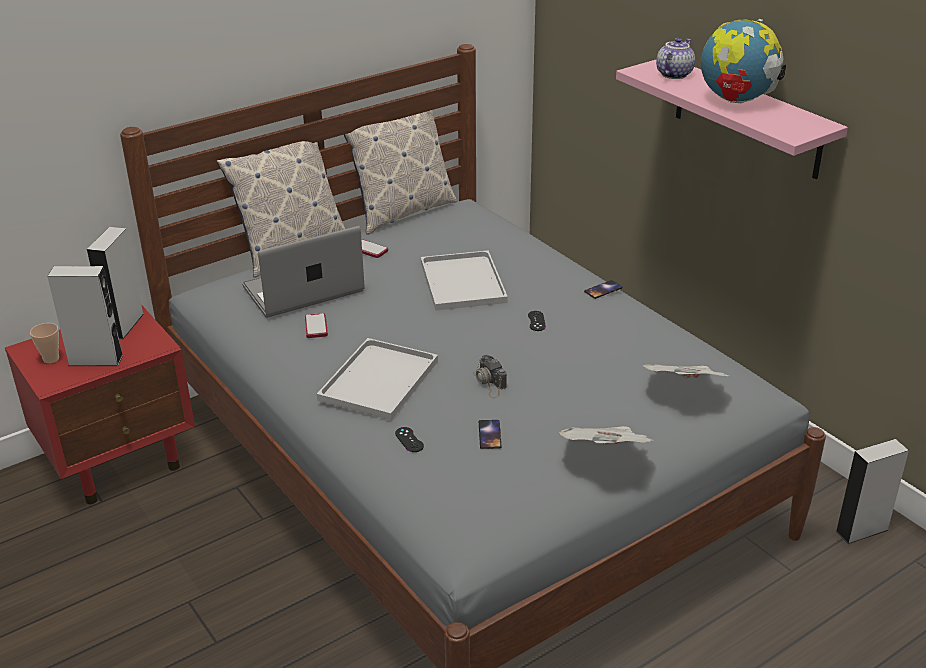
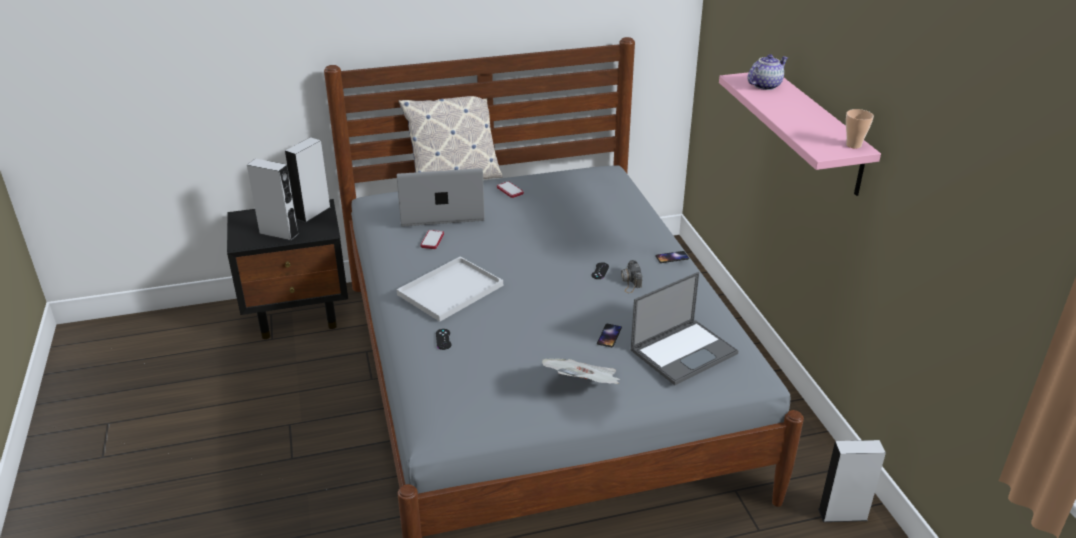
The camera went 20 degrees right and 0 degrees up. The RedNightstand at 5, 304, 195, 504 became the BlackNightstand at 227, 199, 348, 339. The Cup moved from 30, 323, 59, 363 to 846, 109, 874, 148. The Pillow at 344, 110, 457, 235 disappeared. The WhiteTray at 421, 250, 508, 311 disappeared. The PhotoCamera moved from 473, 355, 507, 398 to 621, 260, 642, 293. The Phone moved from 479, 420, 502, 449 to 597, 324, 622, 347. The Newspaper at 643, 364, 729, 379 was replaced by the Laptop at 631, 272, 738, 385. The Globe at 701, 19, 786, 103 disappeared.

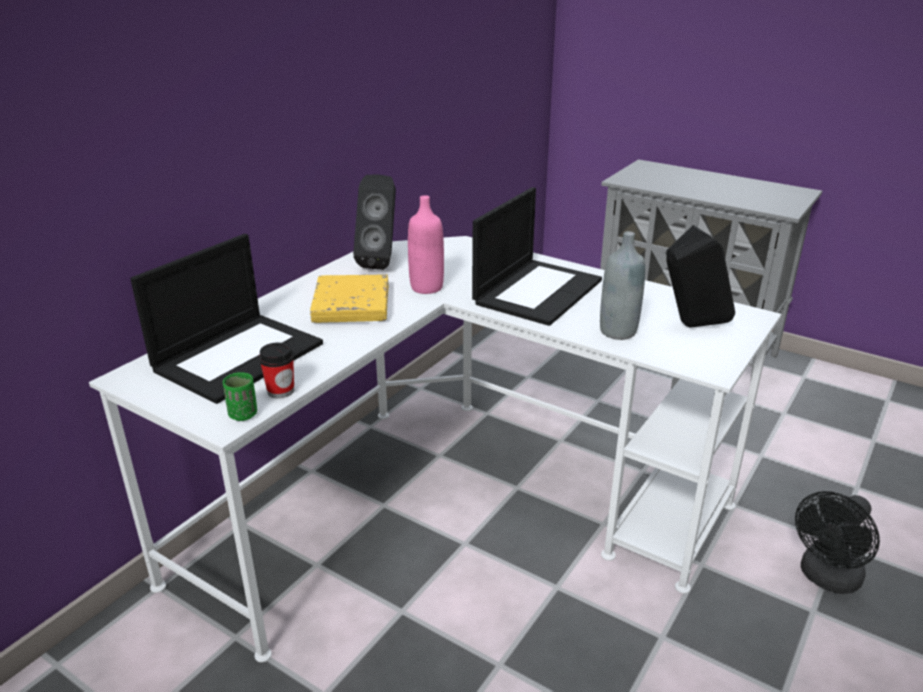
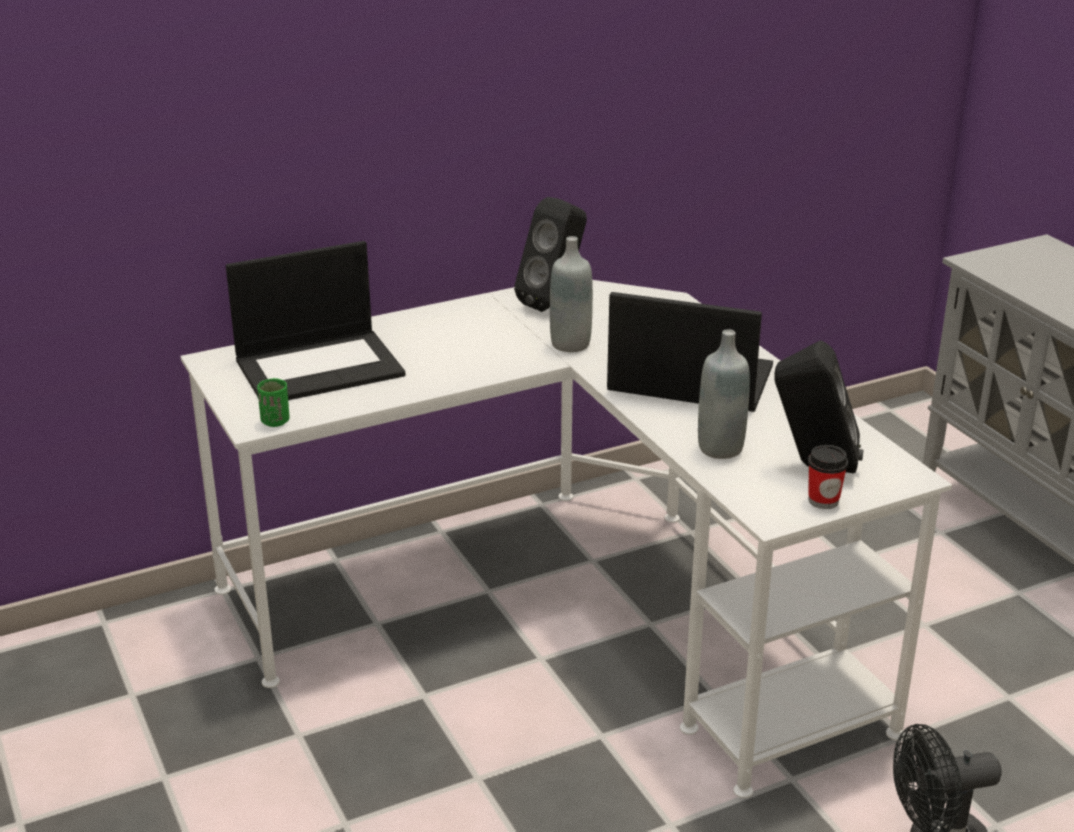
The camera went 30 degrees right and 0 degrees up. The Cup moved from 259, 342, 294, 398 to 808, 445, 848, 509. The YellowBook at 310, 274, 389, 323 disappeared. The PinkBottle at 408, 195, 444, 294 became the GreyBottle at 550, 236, 593, 352. The Laptop at 472, 187, 602, 326 turned 135 degrees counterclockwise.

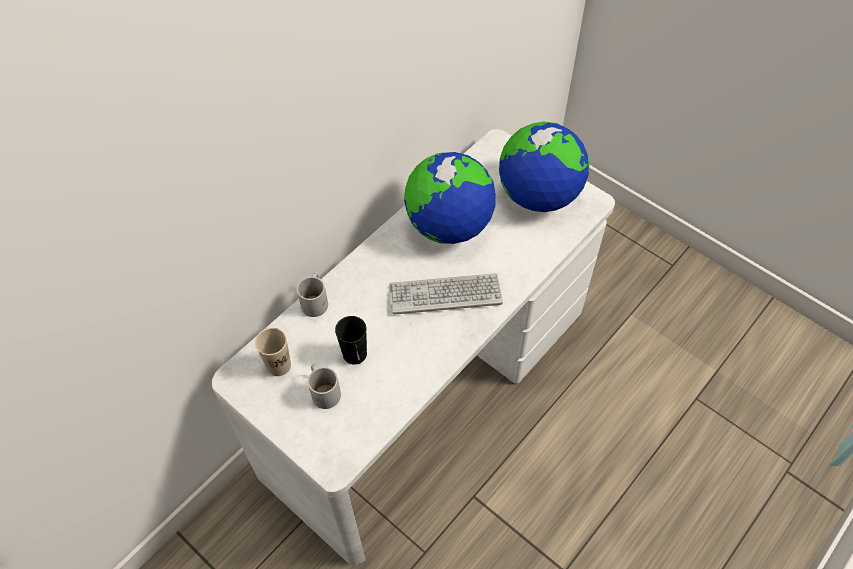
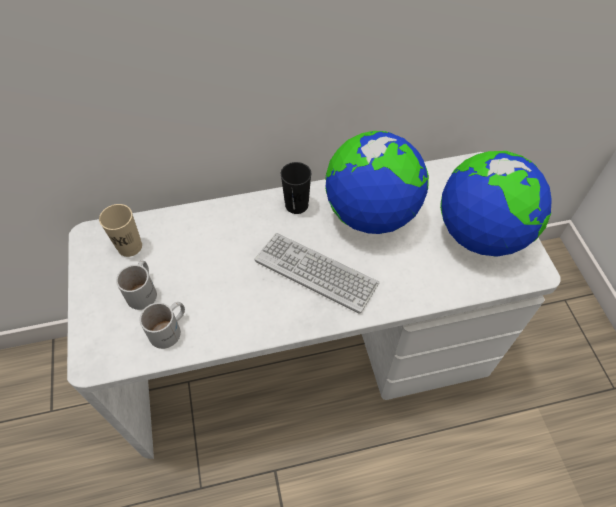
The camera went 35 degrees right and 0 degrees up. The WhiteMug moved from 297, 273, 328, 317 to 139, 302, 185, 349. The BlackCup moved from 335, 316, 367, 365 to 281, 162, 311, 214.

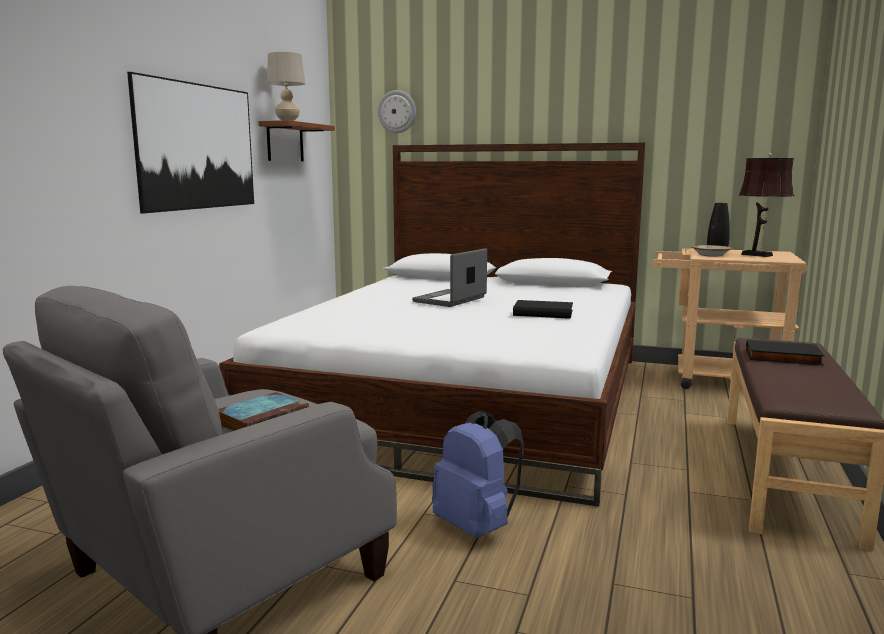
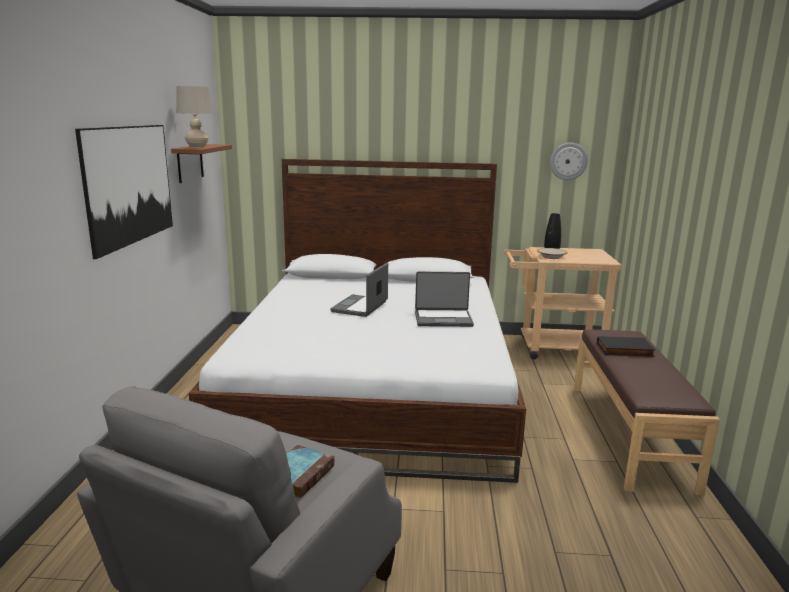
The camera went 15 degrees left and 5 degrees up. The WallClock moved from 378, 90, 416, 133 to 550, 143, 588, 180. The BlueBackpack at 432, 411, 524, 538 disappeared. The BlackBook at 513, 300, 573, 319 was replaced by the Laptop at 415, 271, 474, 327. The BrownTableLamp at 739, 153, 794, 257 disappeared.

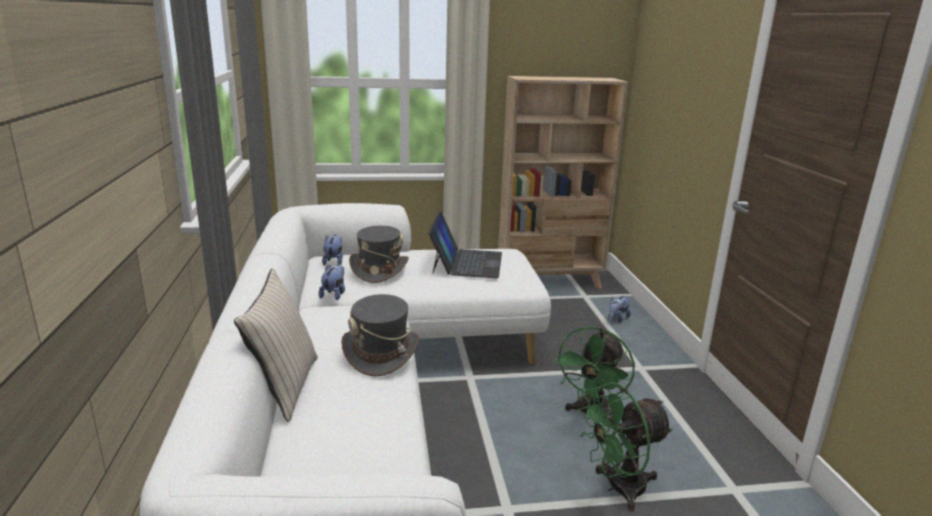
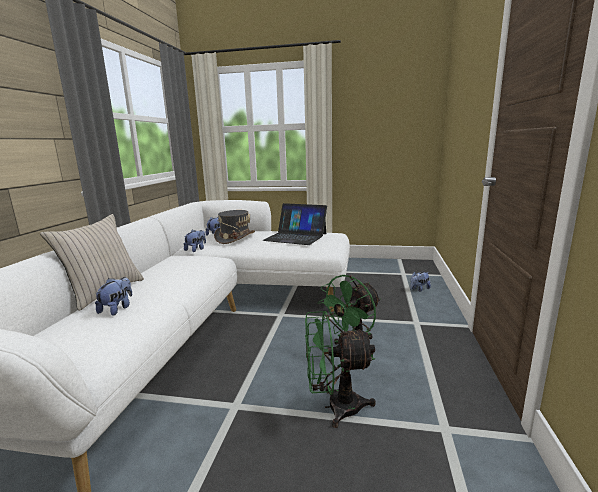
The camera went 20 degrees right and 5 degrees down. The GreyHat at 341, 294, 419, 377 disappeared. The Laptop at 428, 211, 502, 278 turned 90 degrees clockwise. The BeigeBookcase at 498, 76, 628, 289 disappeared. The PlushToy at 95, 277, 132, 316 appeared.

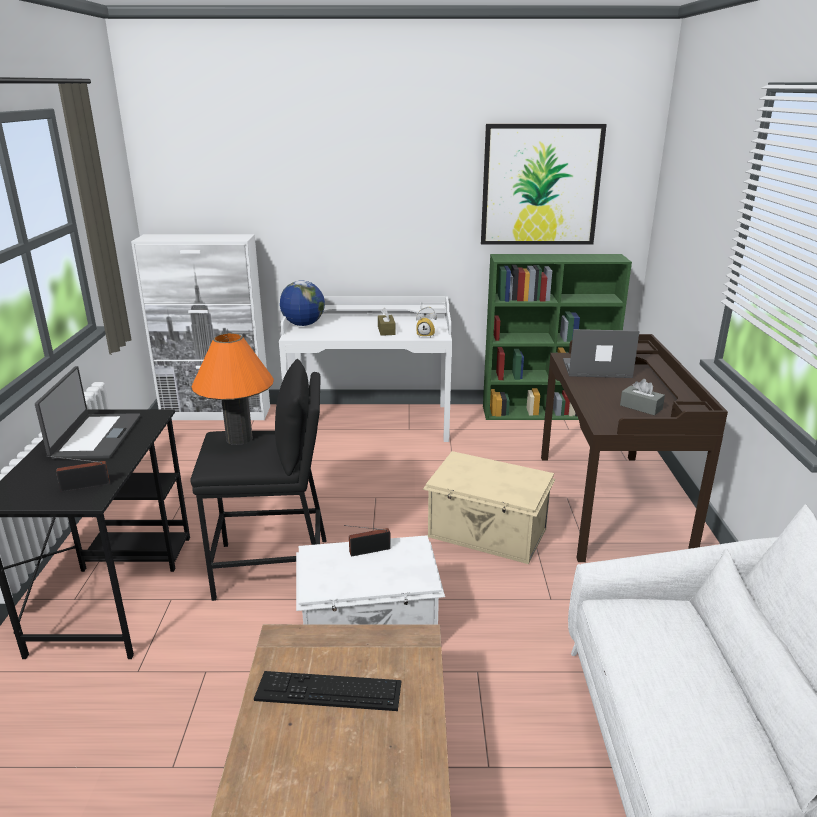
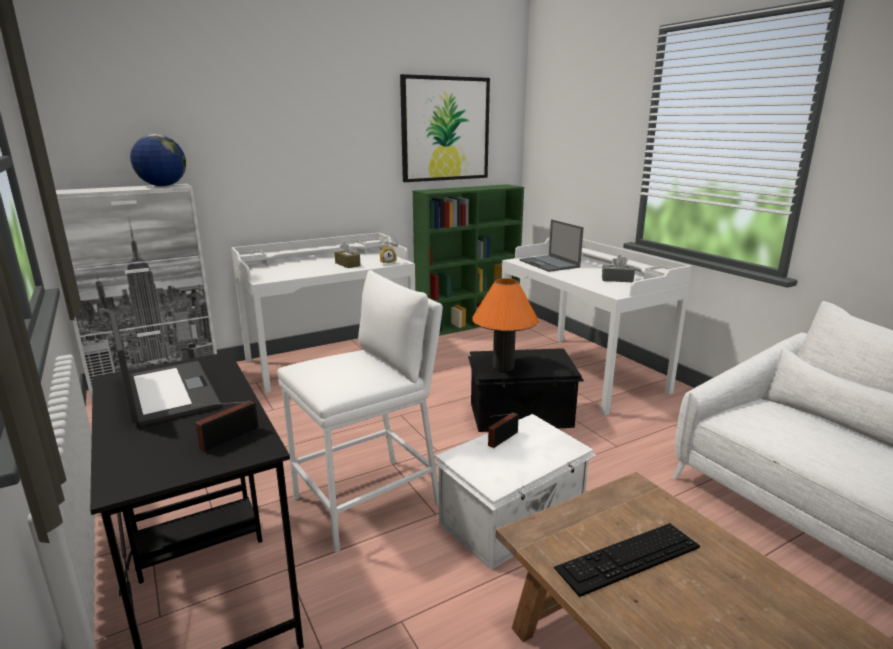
The camera went 30 degrees left and 5 degrees down. The BlackStool at 190, 359, 327, 601 became the WhiteStool at 277, 270, 443, 553. The OrangeTableLamp moved from 191, 333, 274, 445 to 472, 278, 538, 371. The Globe moved from 280, 280, 325, 326 to 130, 134, 186, 186. The BeigeStorageBox at 423, 451, 555, 564 became the BlackStorageBox at 468, 348, 584, 432. The BrownDesk at 541, 334, 728, 562 became the WhiteDesk at 502, 238, 692, 416. The Laptop at 563, 329, 640, 378 turned 90 degrees counterclockwise.

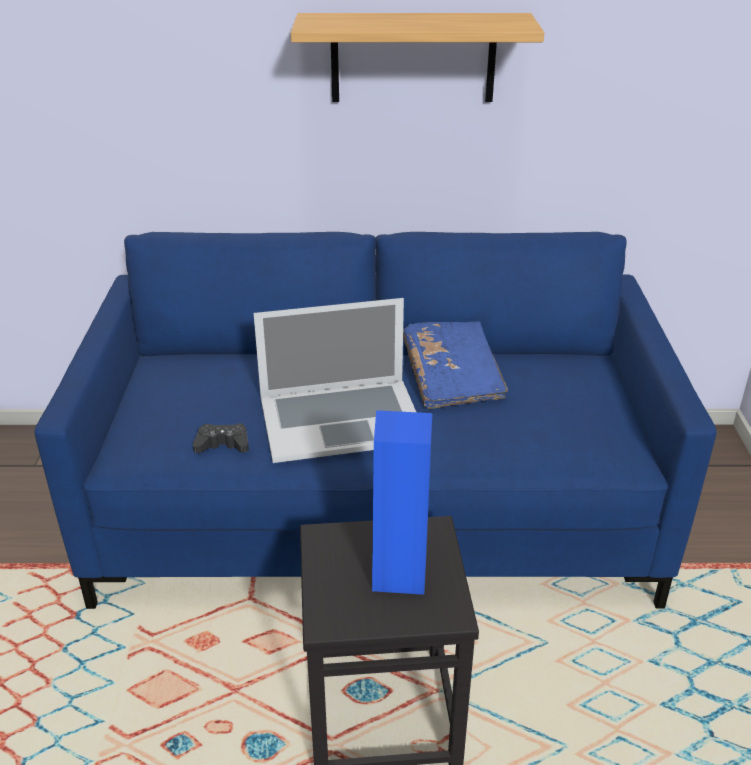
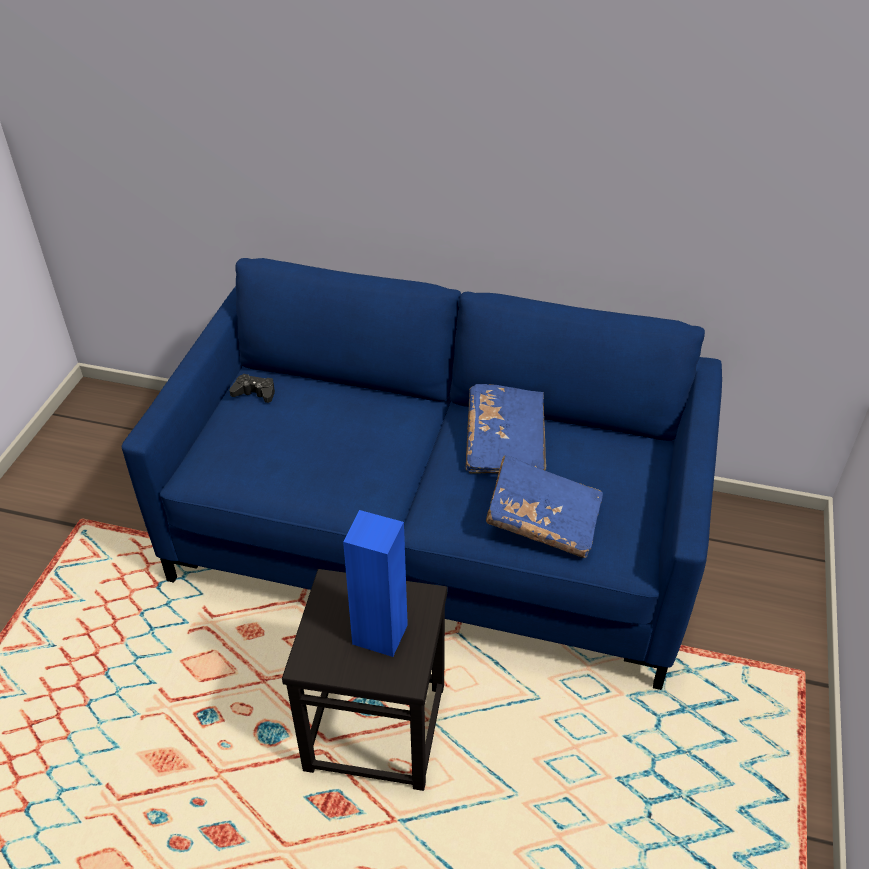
The camera went 15 degrees right and 10 degrees up. The BlackGameController moved from 193, 424, 249, 453 to 229, 374, 275, 403. The Laptop at 253, 298, 416, 463 disappeared. The Shelf at 291, 13, 544, 102 disappeared. The BlueBook at 486, 455, 603, 558 appeared.

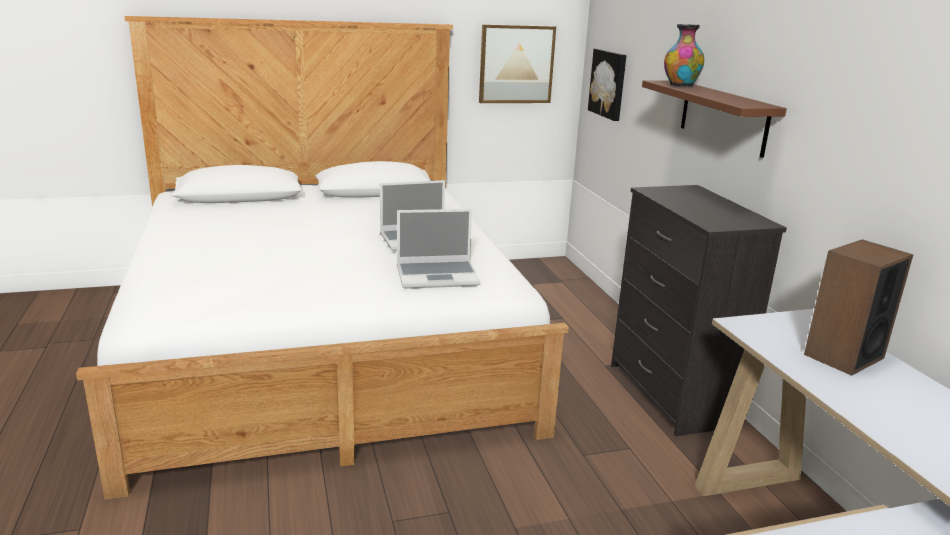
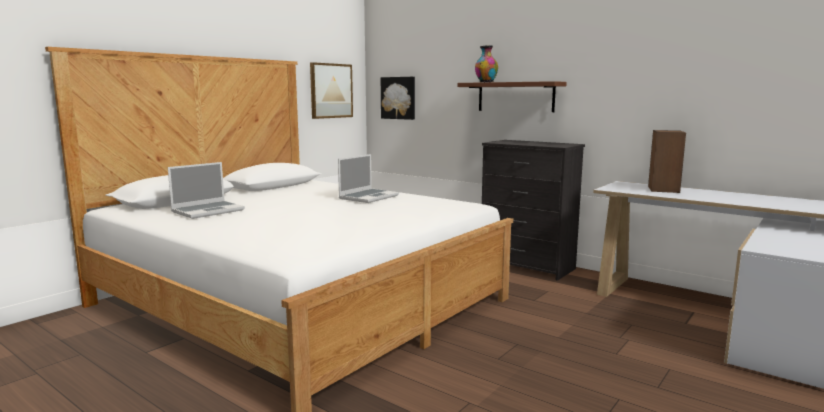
The camera went 35 degrees left and 10 degrees down. The Laptop moved from 397, 209, 481, 289 to 168, 162, 245, 219.

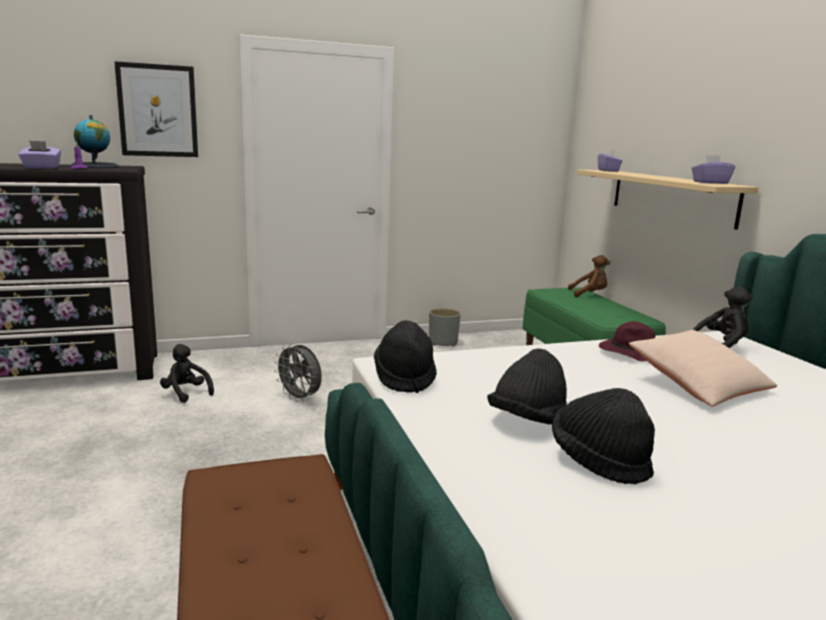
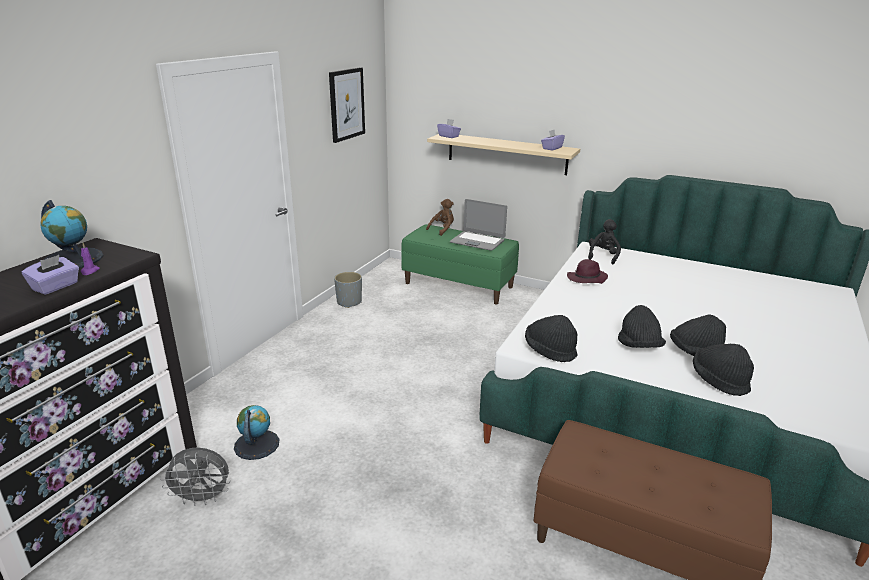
The camera went 45 degrees left and 10 degrees up. The Picture moved from 114, 61, 198, 157 to 329, 67, 365, 143. The BlackPlushToy at 160, 344, 214, 403 was replaced by the Globe at 234, 405, 279, 460. The GreyFan moved from 274, 344, 322, 402 to 160, 447, 231, 506. The BeigePillow at 629, 330, 778, 407 disappeared. The Laptop at 450, 199, 507, 251 appeared. The BlackHat at 693, 344, 754, 396 appeared.

